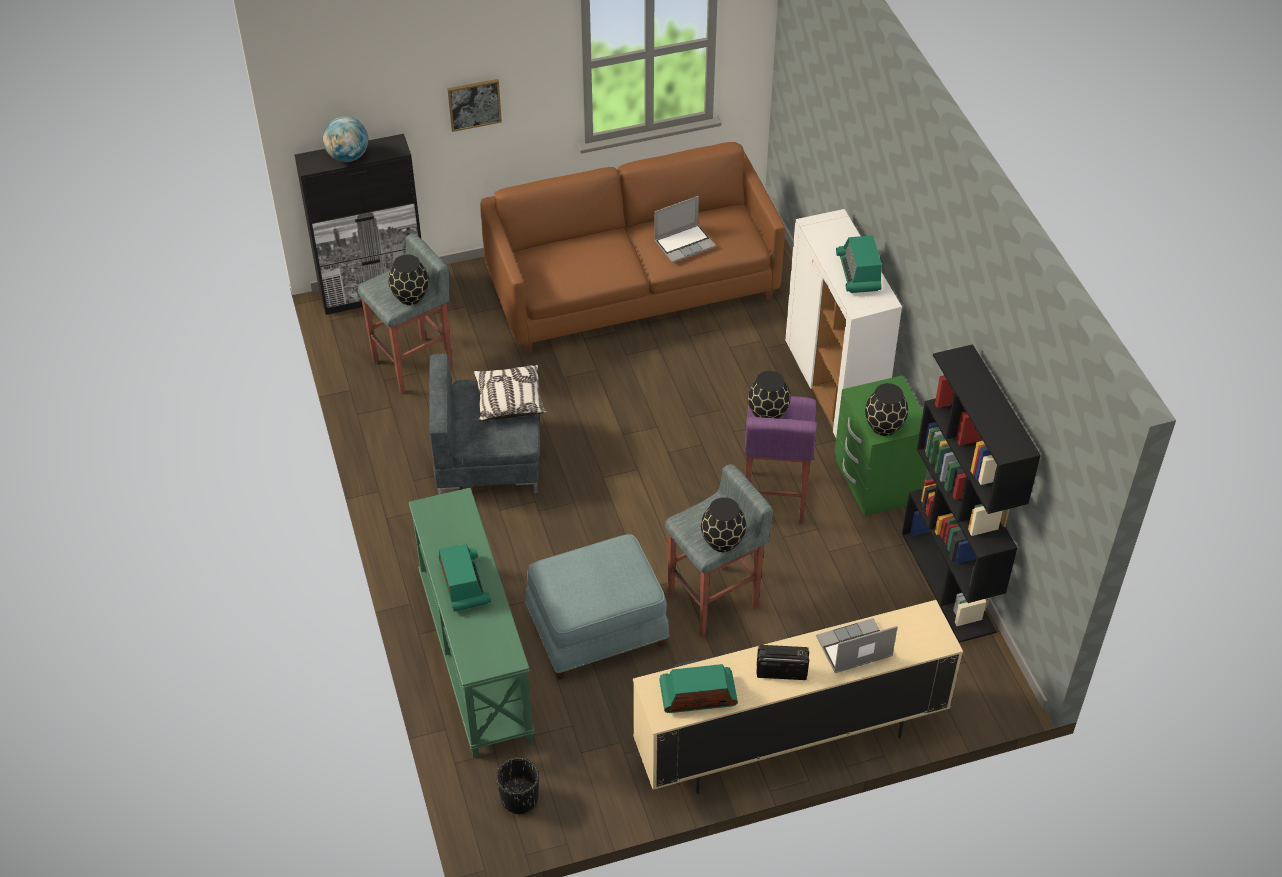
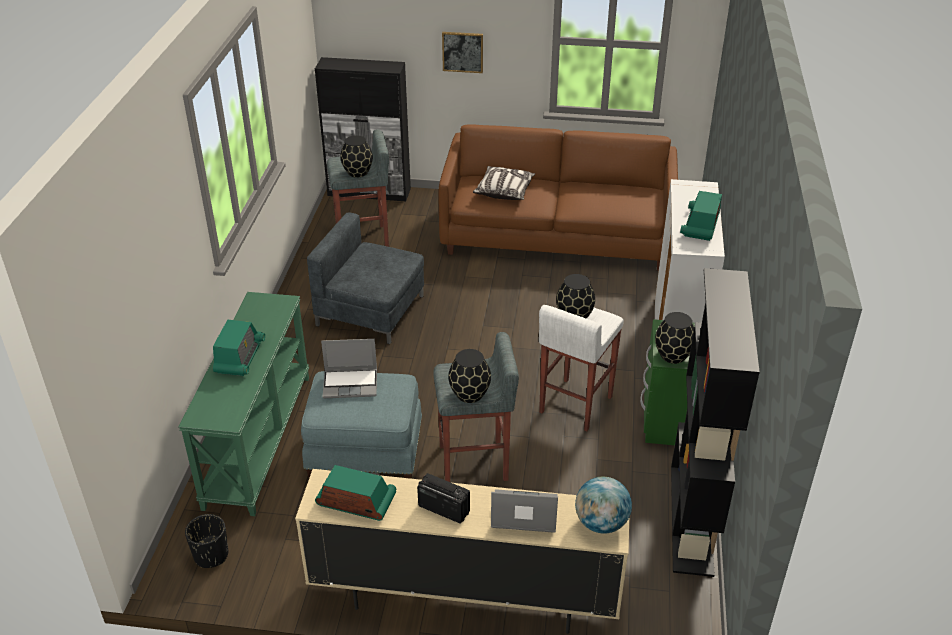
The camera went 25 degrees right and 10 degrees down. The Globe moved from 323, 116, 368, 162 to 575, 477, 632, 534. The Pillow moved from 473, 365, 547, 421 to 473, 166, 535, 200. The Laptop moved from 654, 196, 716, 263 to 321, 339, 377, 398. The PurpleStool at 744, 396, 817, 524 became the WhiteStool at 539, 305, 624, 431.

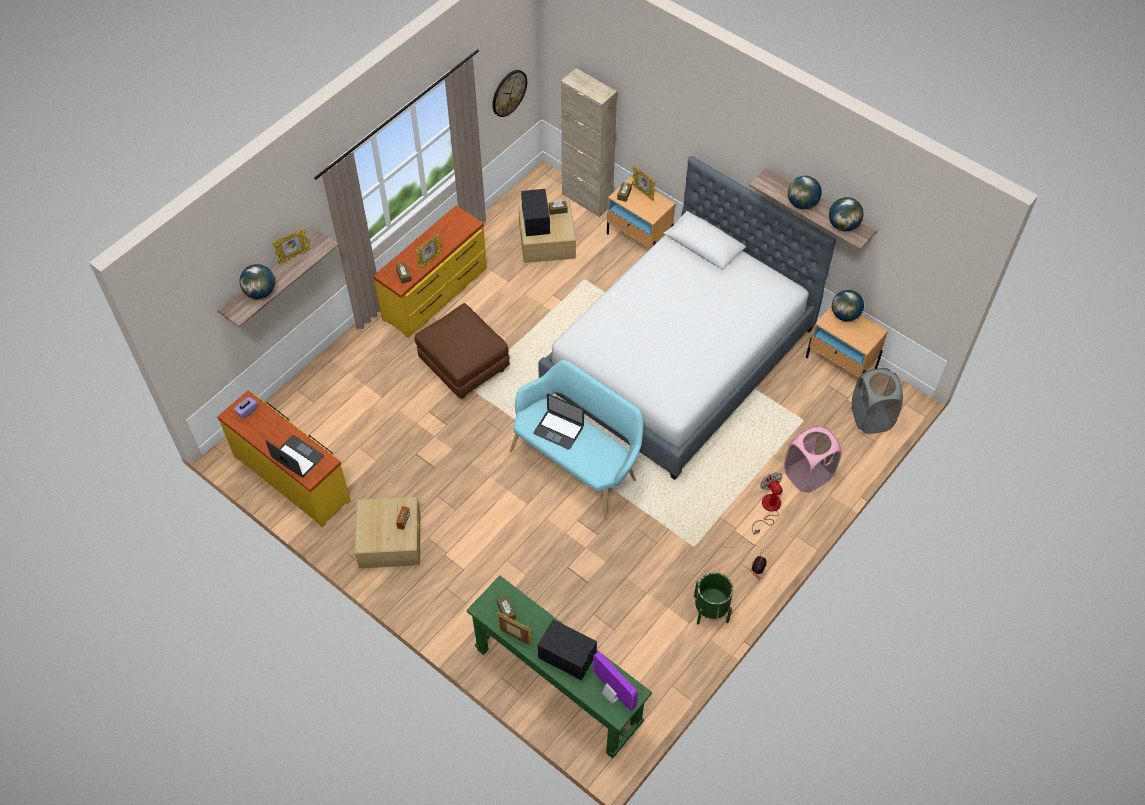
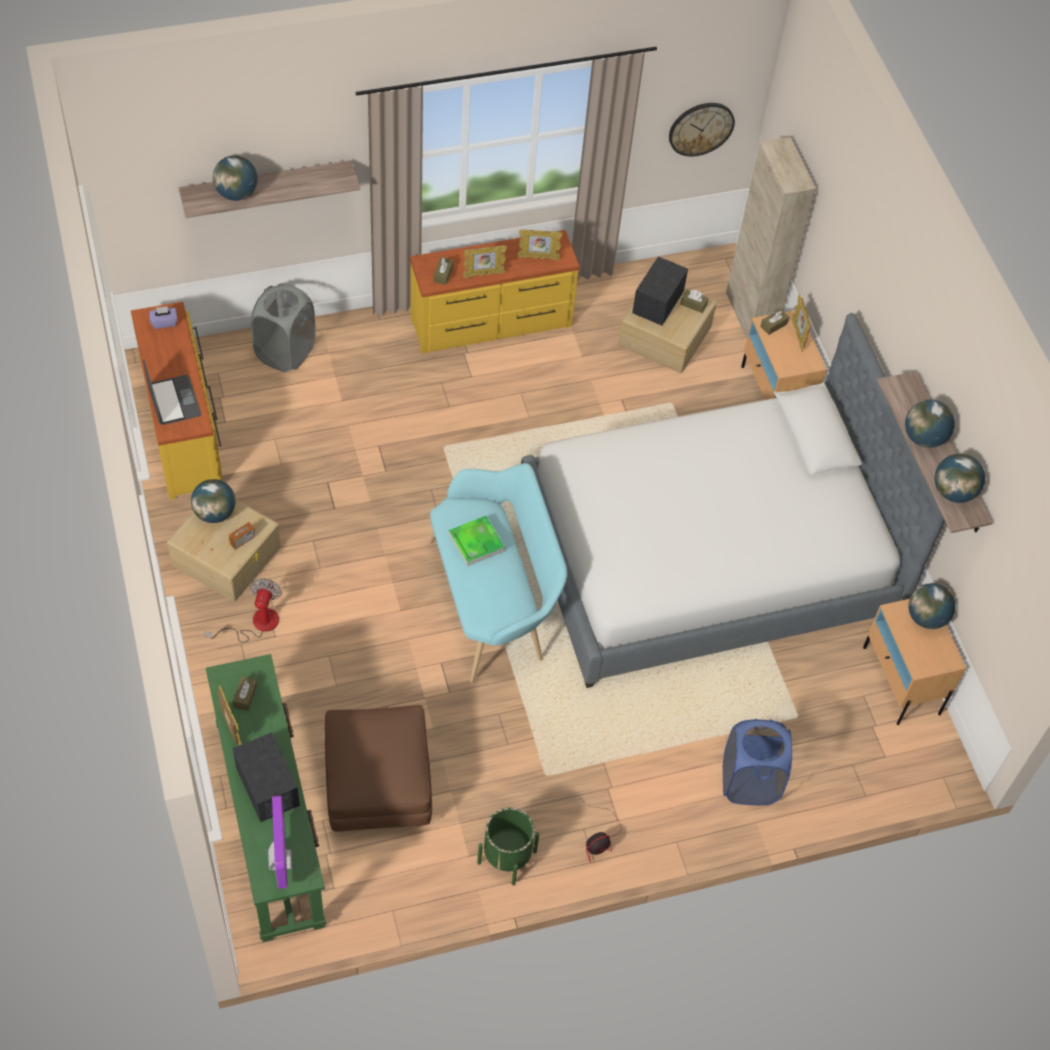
The camera went 30 degrees right and 0 degrees up. The PictureFrame moved from 273, 228, 310, 264 to 517, 230, 562, 260. The BrownOttoman moved from 415, 303, 510, 399 to 325, 705, 432, 831. The Laptop at 533, 394, 584, 450 was replaced by the Tray at 449, 516, 505, 567. The Fan moved from 752, 472, 783, 534 to 205, 578, 282, 642. The PinkLaundryBasket at 784, 425, 842, 493 became the BlueLaundryBasket at 723, 719, 792, 806. The GreyLaundryBasket moved from 852, 368, 903, 434 to 251, 283, 316, 372. The Globe at 191, 479, 235, 523 appeared.

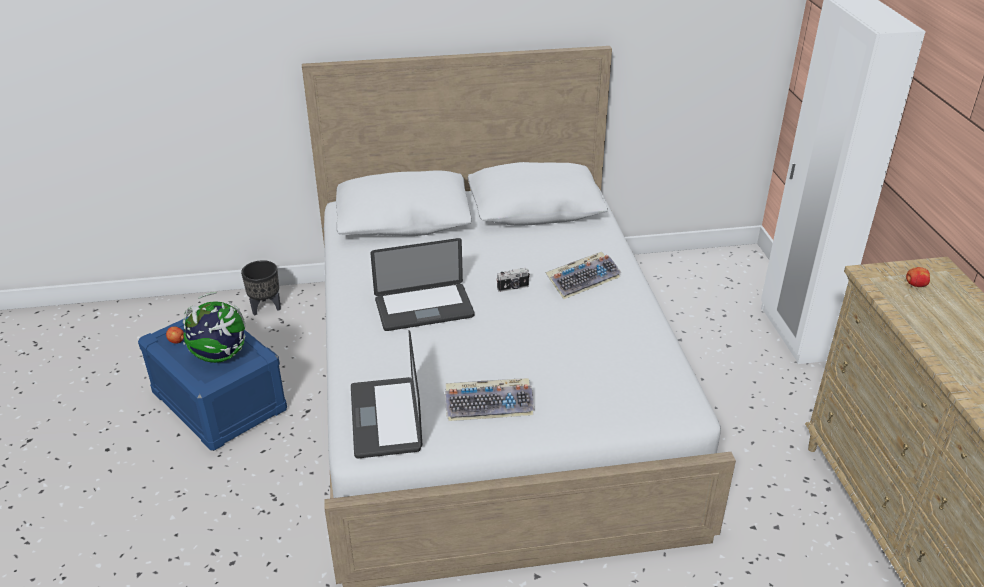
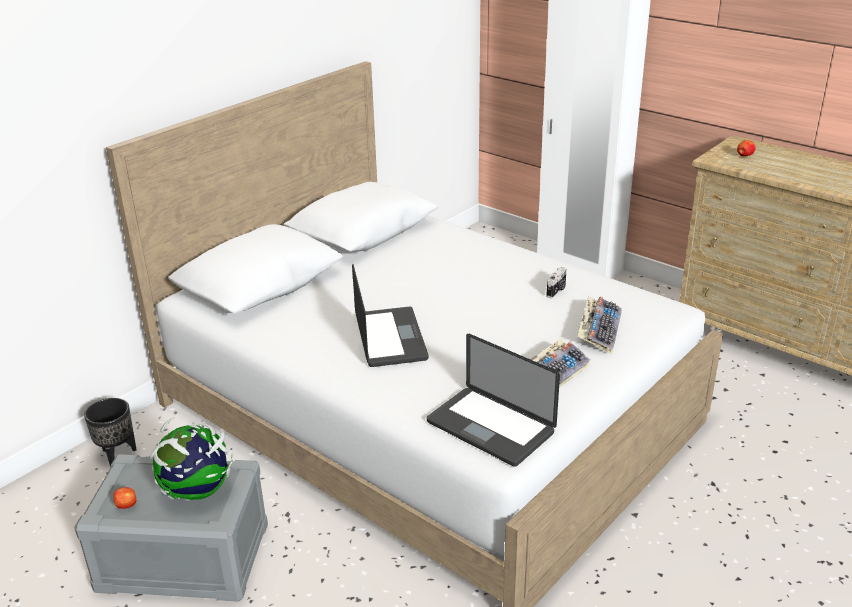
The camera went 40 degrees left and 5 degrees down. The BlueStorageBox at 138, 316, 287, 451 became the GreyStorageBox at 74, 454, 268, 602. The Laptop at 370, 238, 475, 331 turned 45 degrees counterclockwise. The PhotoCamera moved from 496, 268, 530, 292 to 546, 267, 567, 298. The Keyboard moved from 545, 252, 622, 299 to 577, 297, 622, 354.

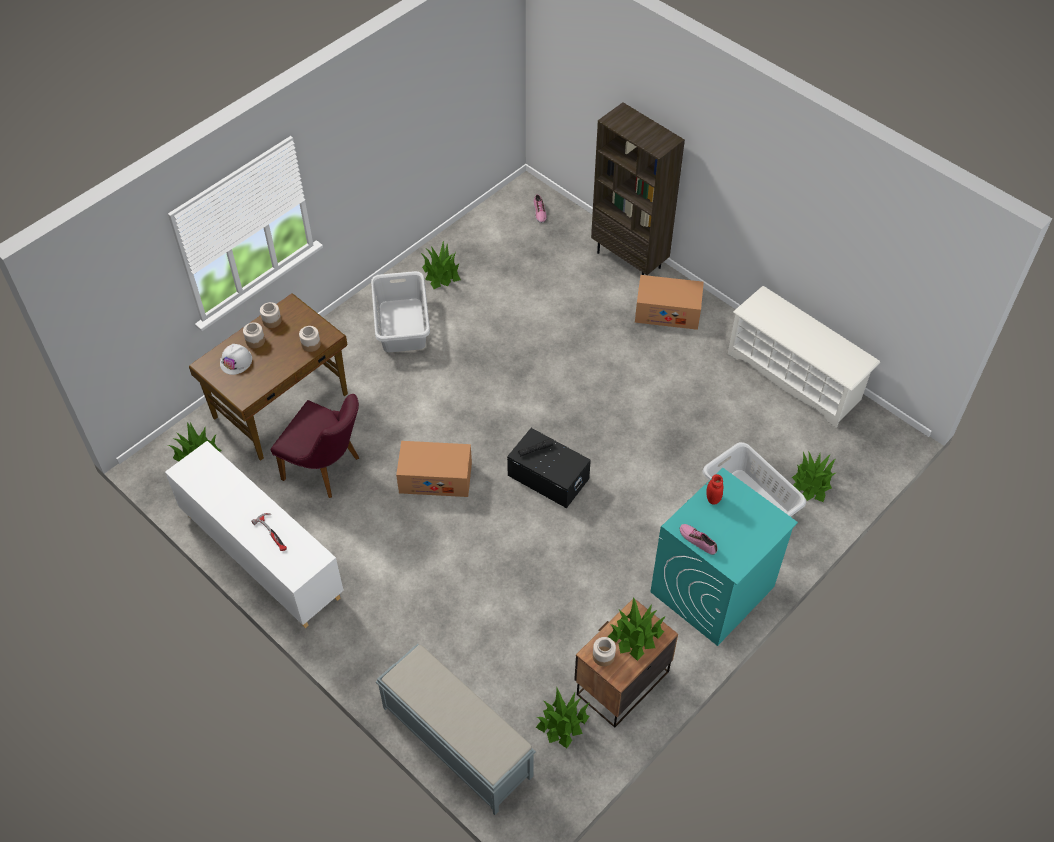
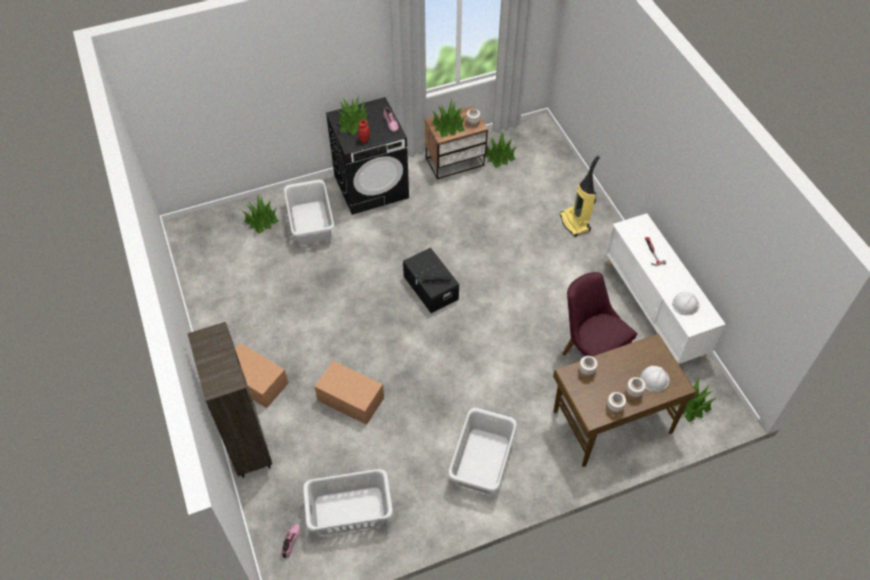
The camera went 155 degrees left and 0 degrees up. The GreyBench at 376, 644, 536, 815 disappeared. The CardboardBox moved from 396, 441, 472, 497 to 315, 361, 384, 425. The PottedPlant moved from 421, 240, 461, 289 to 338, 96, 369, 135. The TurquoiseWashingMachine at 650, 468, 798, 646 became the BlackWashingMachine at 326, 97, 409, 215. The WhiteShoeRack at 728, 286, 880, 428 disappeared. The GreyLaundryBasket at 303, 469, 393, 535 appeared. The VacuumCleaner at 560, 155, 600, 237 appeared. The WhiteHardHat at 672, 292, 700, 315 appeared.

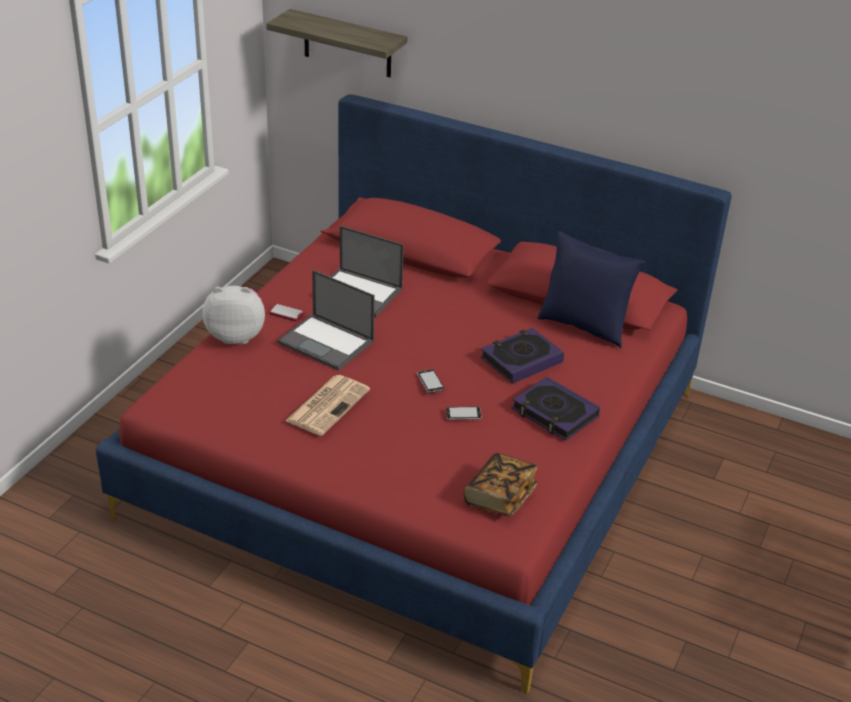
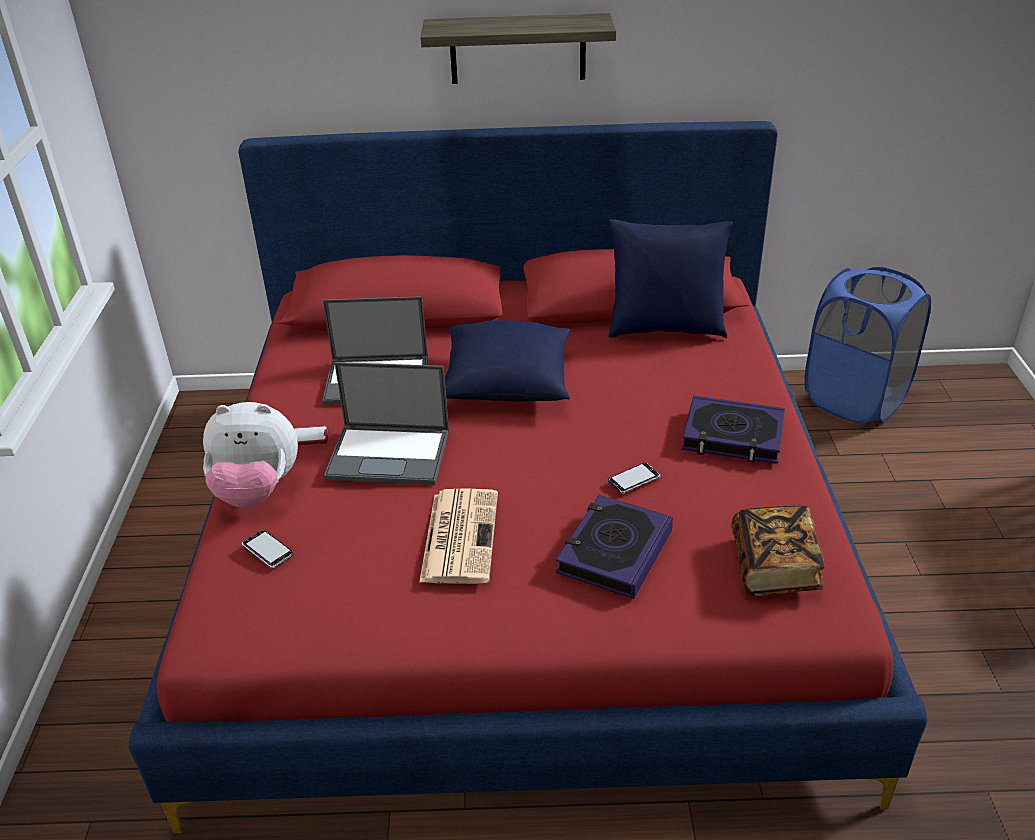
The camera went 25 degrees left and 0 degrees up. The PlushToy at 202, 286, 265, 344 turned 150 degrees counterclockwise. The Shelf moved from 266, 9, 407, 77 to 421, 13, 616, 84. The Phone moved from 417, 369, 444, 393 to 242, 530, 293, 568. The Book moved from 481, 328, 564, 384 to 556, 495, 673, 599. The BluePillow at 445, 320, 571, 402 appeared. The BlueLaundryBasket at 804, 267, 931, 424 appeared.

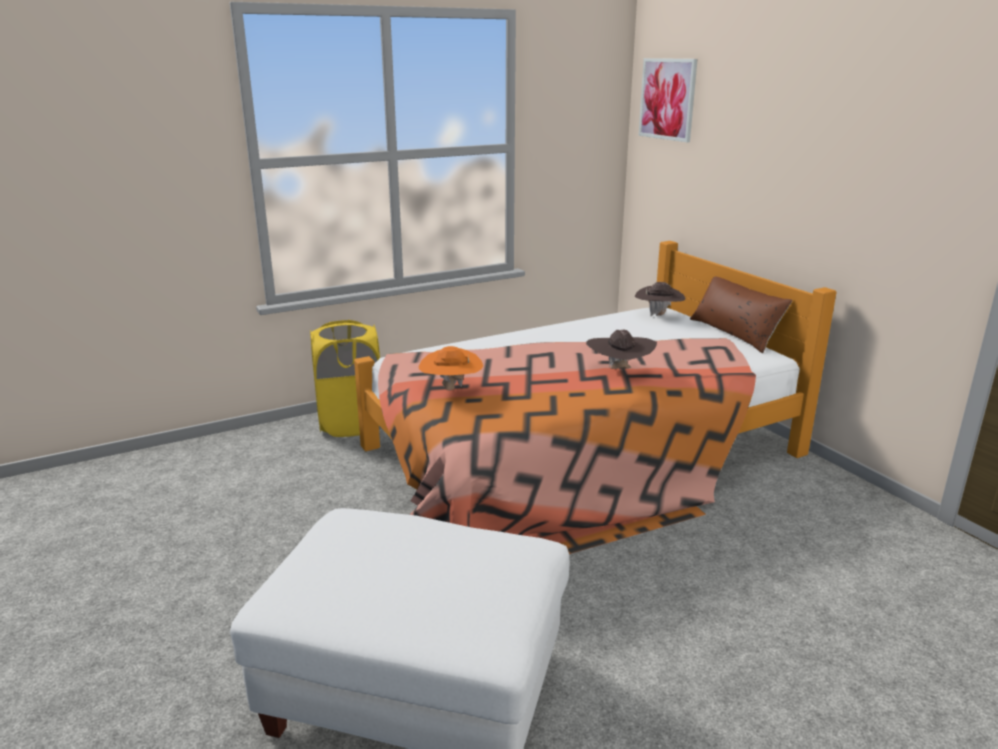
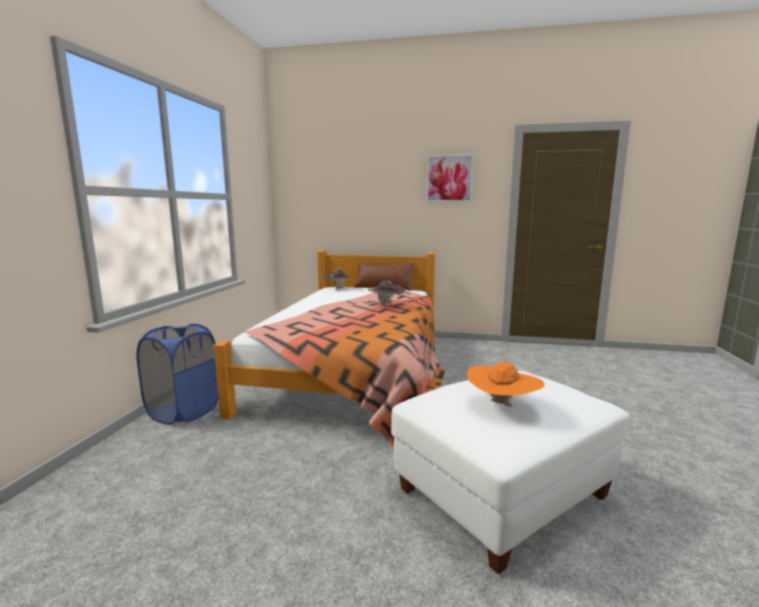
The camera went 50 degrees left and 10 degrees down. The YellowLaundryBasket at 310, 320, 380, 437 became the BlueLaundryBasket at 137, 324, 218, 425. The OrangeHat moved from 418, 346, 483, 390 to 467, 361, 545, 407. The Picture moved from 638, 58, 698, 142 to 426, 154, 474, 202.

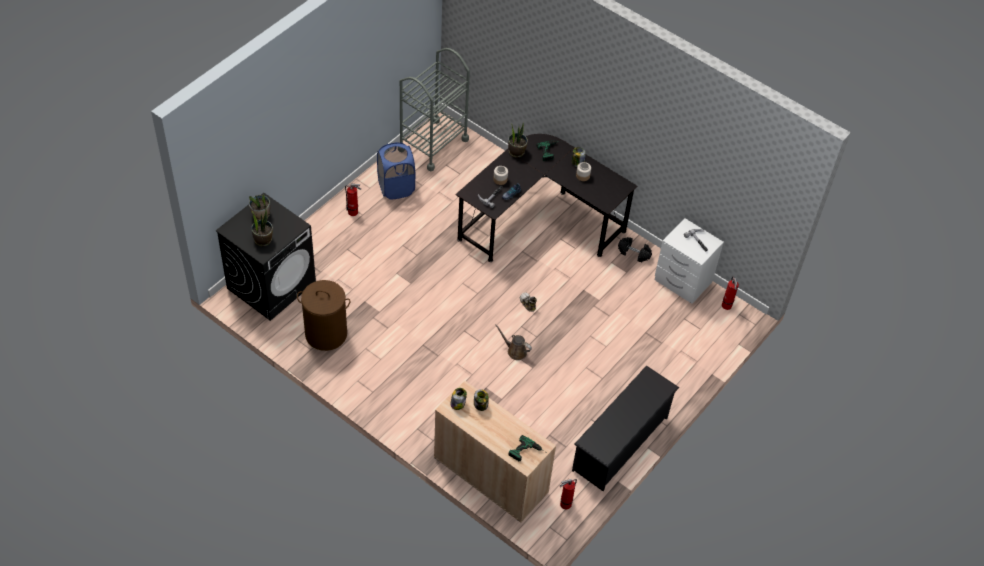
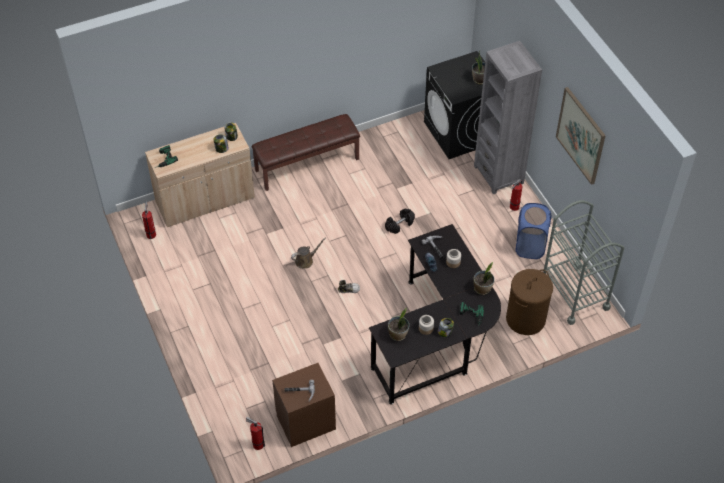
The camera went 120 degrees right and 0 degrees up. The PottedPlant moved from 251, 211, 273, 246 to 388, 308, 409, 341. The BrownLaundryBasket moved from 297, 280, 351, 351 to 506, 269, 553, 335. The BlackShoeRack at 572, 365, 679, 491 disappeared. The BlackDumbbell moved from 618, 237, 652, 262 to 385, 209, 415, 234. The WhiteNightstand at 655, 218, 724, 304 became the BrownNightstand at 272, 363, 336, 447. The BrownBench at 252, 114, 360, 191 appeared. The GreyBookcase at 474, 41, 542, 194 appeared. The Picture at 556, 87, 606, 185 appeared.

